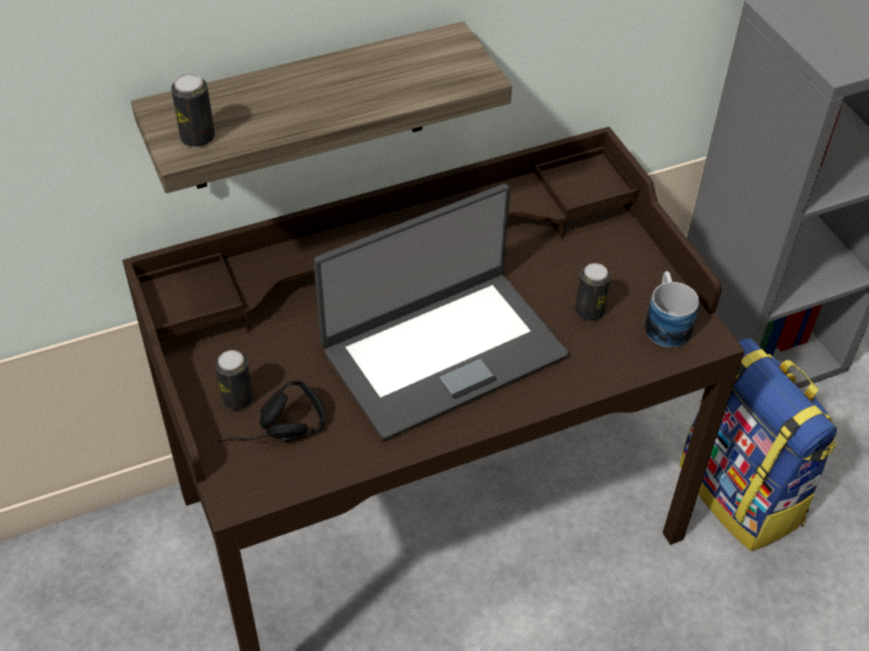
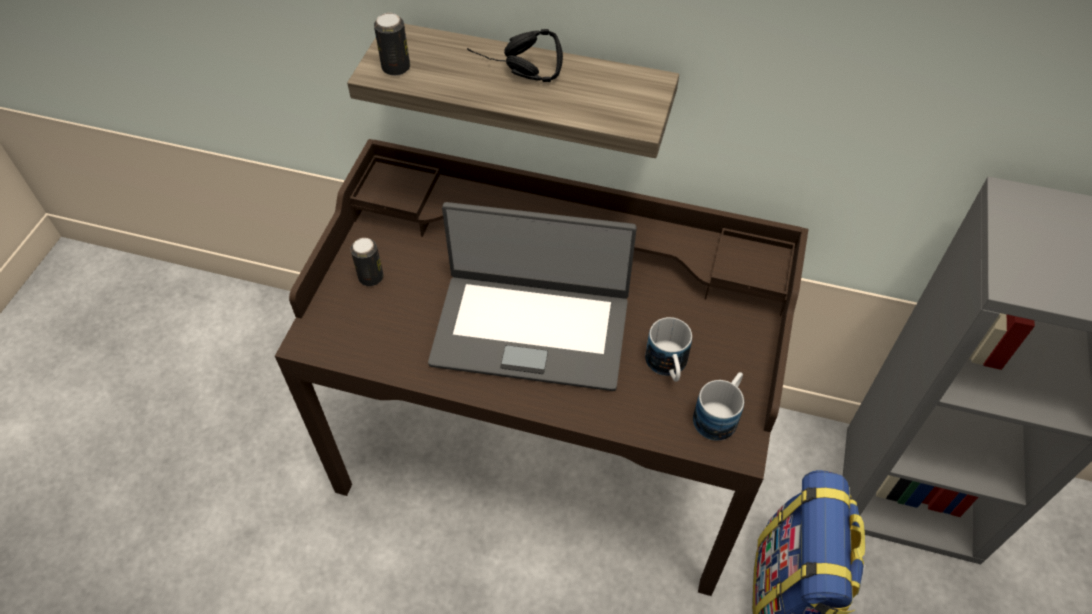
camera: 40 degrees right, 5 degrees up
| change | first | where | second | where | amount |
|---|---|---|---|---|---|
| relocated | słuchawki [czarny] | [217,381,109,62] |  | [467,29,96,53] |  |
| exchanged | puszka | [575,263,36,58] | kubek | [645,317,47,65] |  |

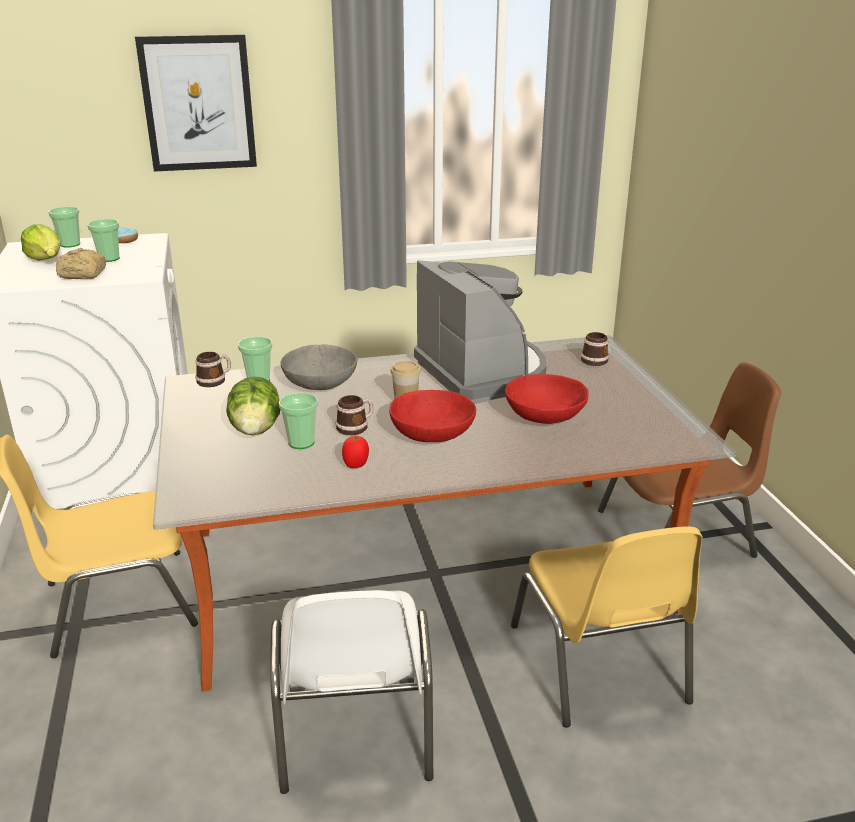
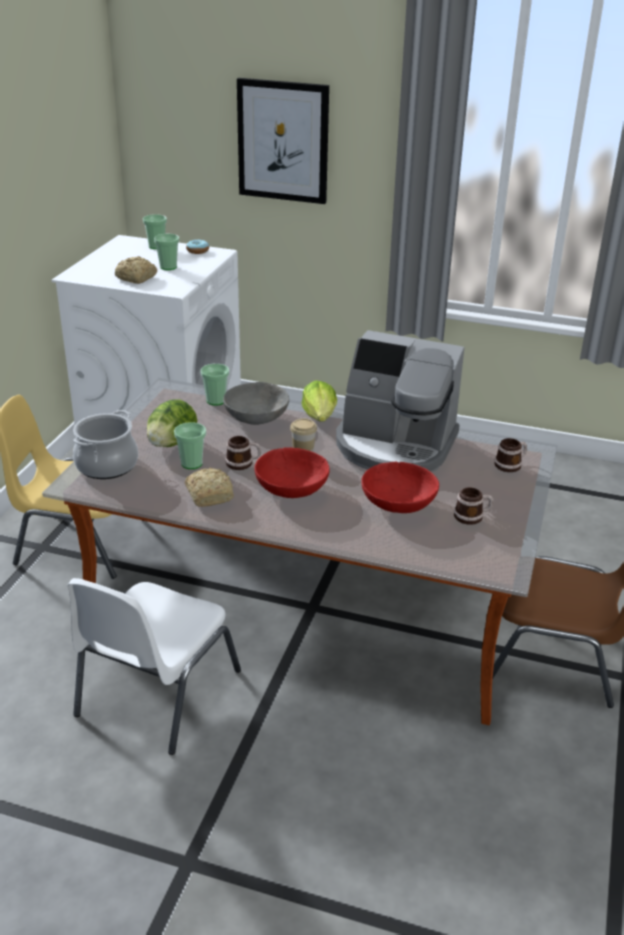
camera: 30 degrees right, 5 degrees up
| change | first | where | second | where | amount |
|---|---|---|---|---|---|
| relocated | sałata | [21,224,40,37] |  | [302,380,35,41] |  |
| relocated | kubek | [195,352,36,35] |  | [454,487,39,38] |  |
| exchanged | pomidor | [342,436,27,32] | chleb | [185,468,49,39] |  |
| spun | ekspres do kawy | [414,260,132,144] |  | [336,330,129,142] | 105 degrees clockwise |
| missing | krzesło [żółty] | [511,526,192,202] |  |  |  |
| appeared |  |  | garnek | [73,410,65,69] |  |

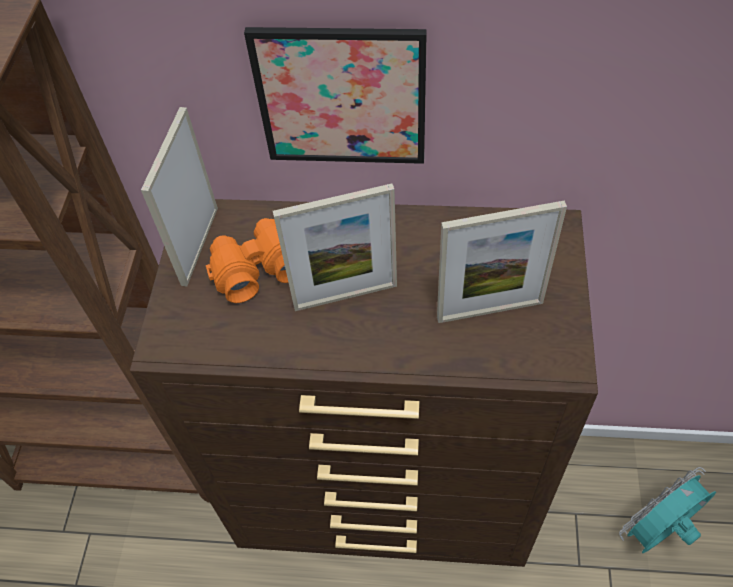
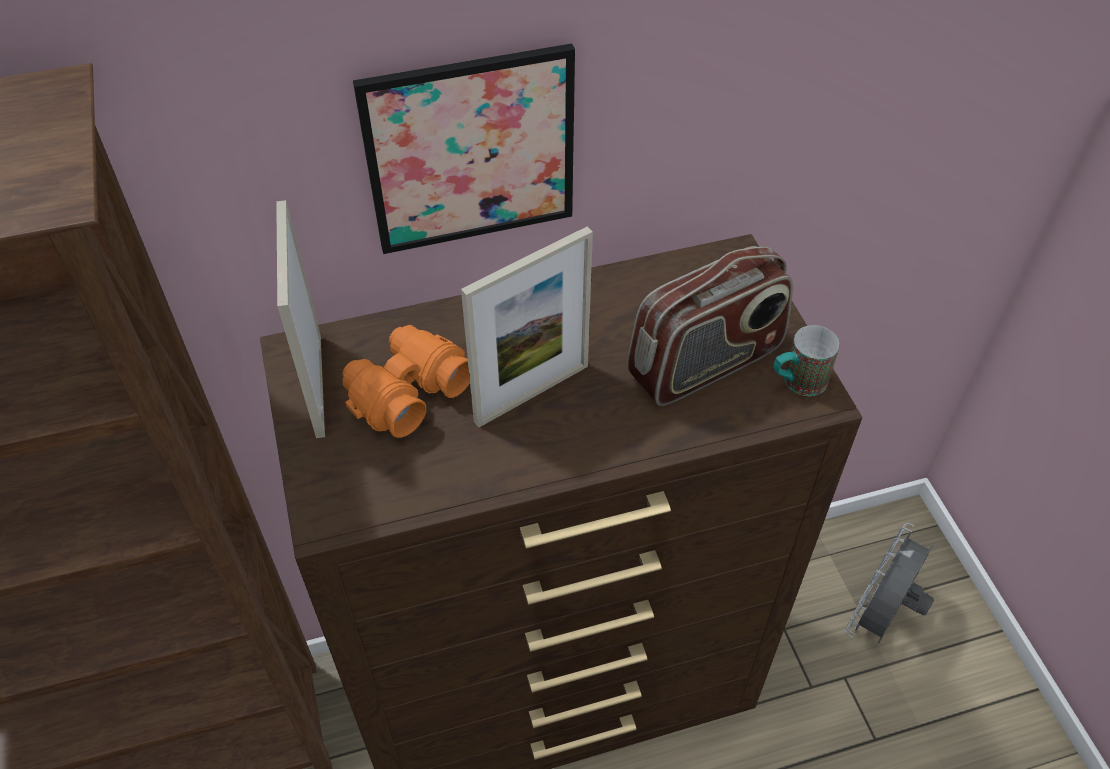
camera: 25 degrees left, 5 degrees down
| change | first | where | second | where | amount |
|---|---|---|---|---|---|
| exchanged | ramka na zdjęcie | [437,200,130,123] | radio | [627,246,166,160] |  |
| colour | wentylator [turkusowy] | [619,467,97,86] | wentylator [szary] | [845,523,89,121] |  |
| appeared |  |  | kubek | [774,325,66,71] |  |

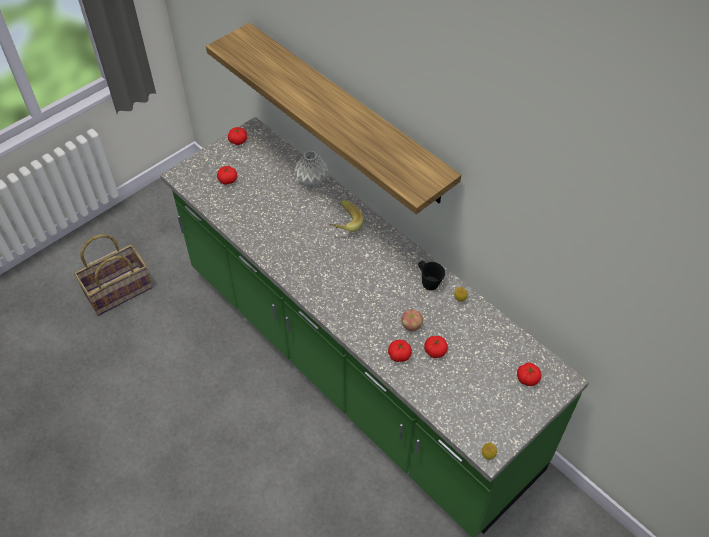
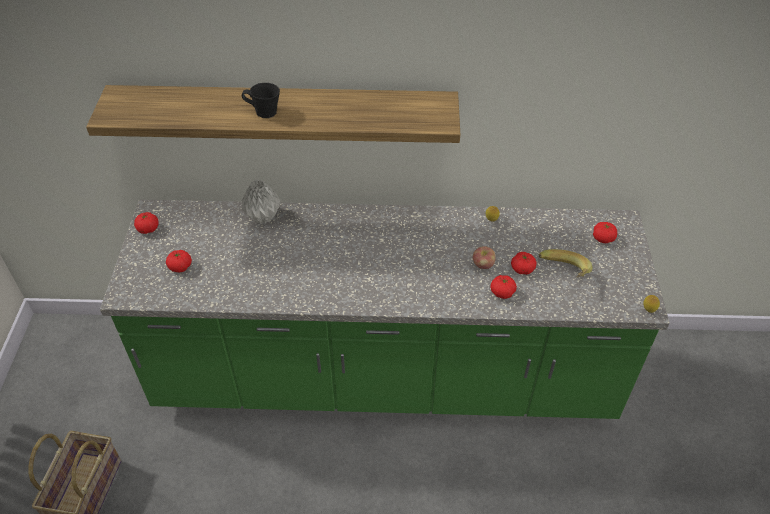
camera: 45 degrees left, 5 degrees down
| change | first | where | second | where | amount |
|---|---|---|---|---|---|
| relocated | banan | [329,201,34,31] |  | [539,249,54,28] |  |
| relocated | kubek [czarny] | [418,261,27,30] |  | [242,83,38,35] |  |

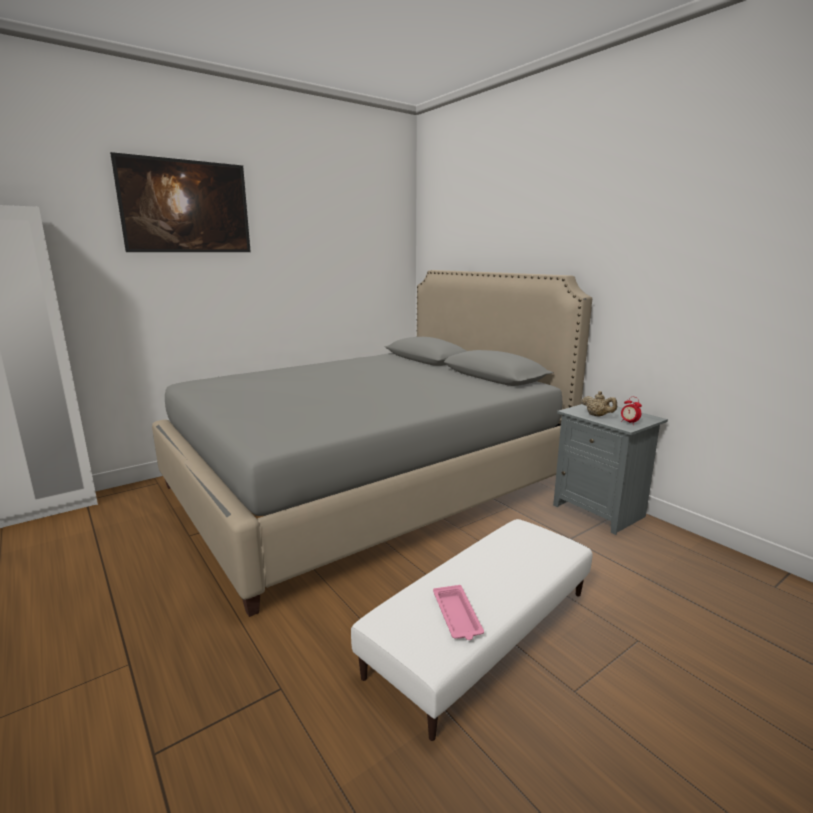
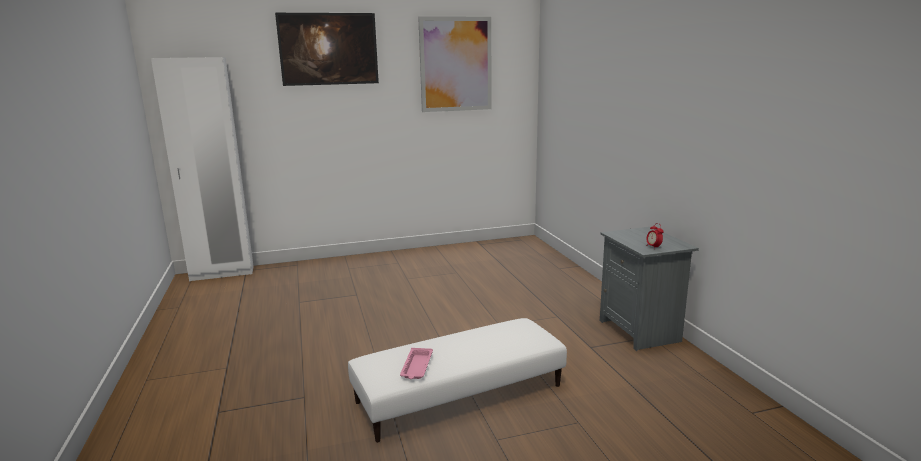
camera: 20 degrees right, 0 degrees up
| change | first | where | second | where | amount |
|---|---|---|---|---|---|
| missing | łóżko [szary] | [152,270,440,347] |  |  |  |
| missing | imbryk [beżowy] | [582,391,35,26] |  |  |  |
| appeared |  |  | obraz | [418,16,73,96] |  |

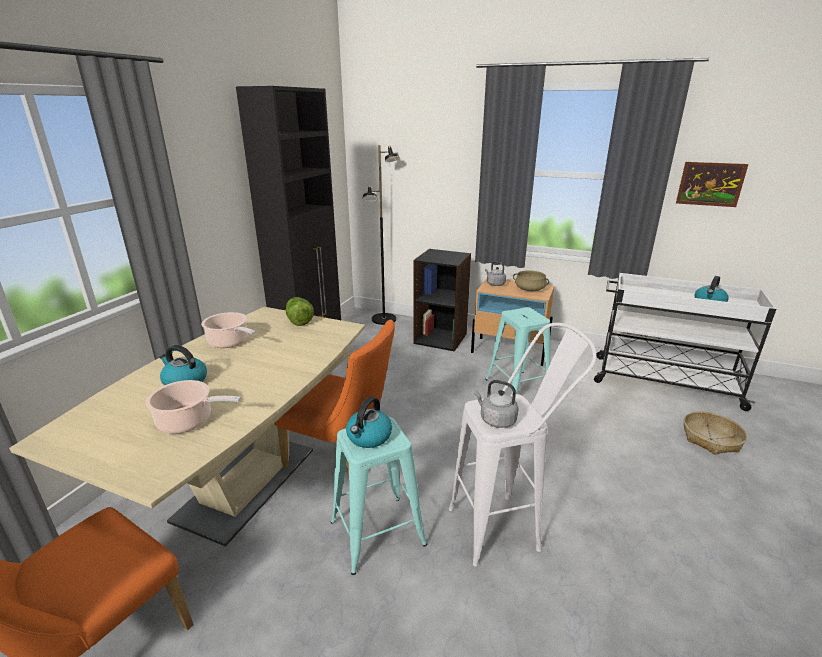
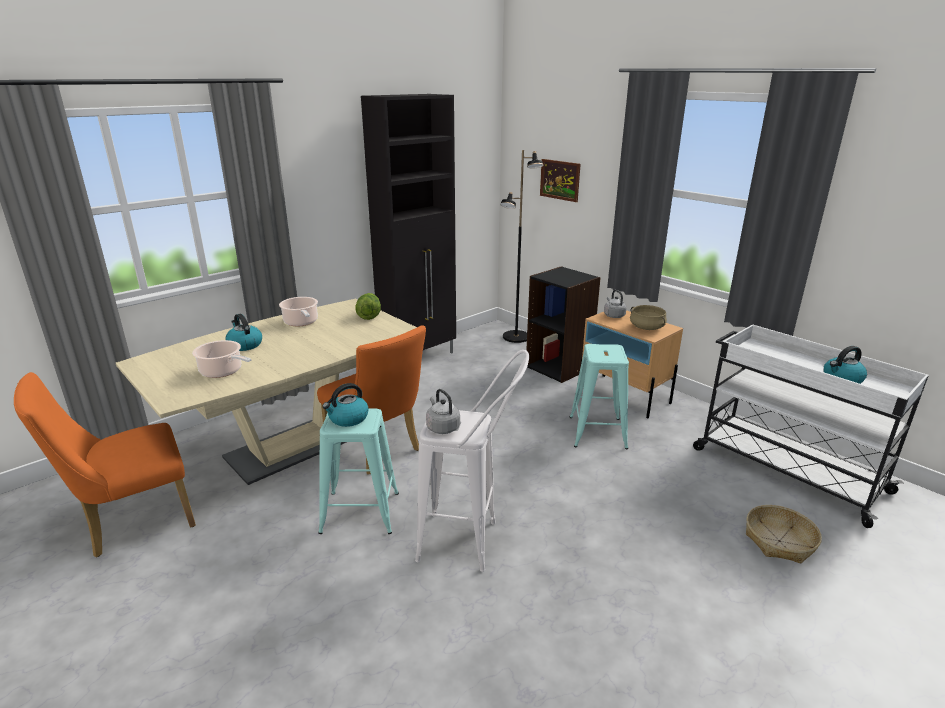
camera: 25 degrees right, 0 degrees up
| change | first | where | second | where | amount |
|---|---|---|---|---|---|
| relocated | obraz | [676,162,72,45] |  | [540,159,41,43] |  |

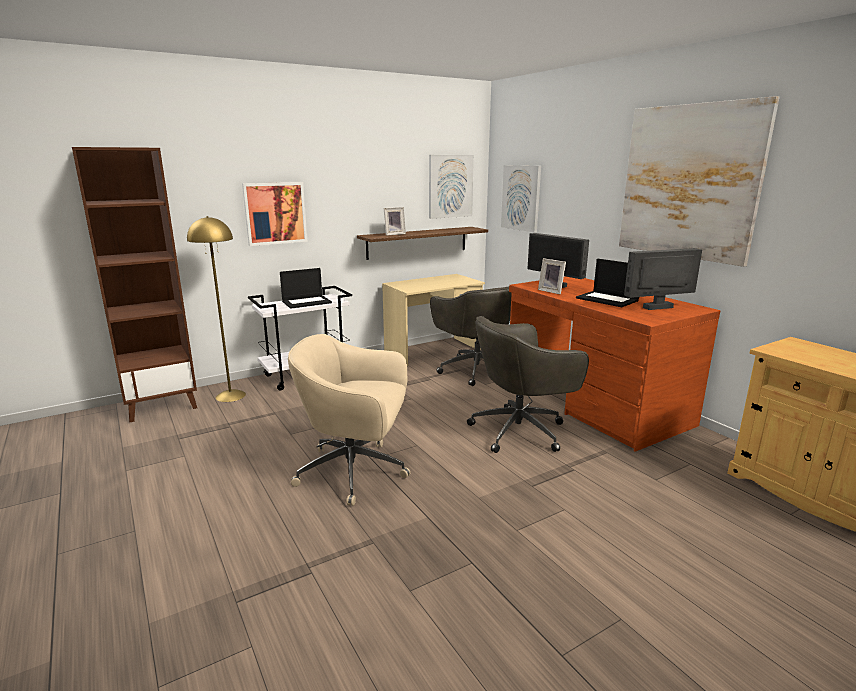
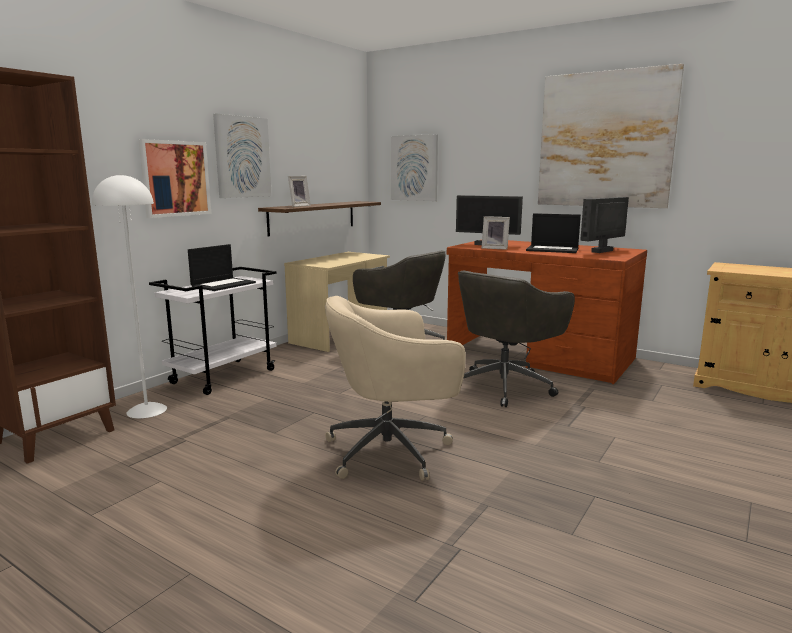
camera: 25 degrees left, 5 degrees down
| change | first | where | second | where | amount |
|---|---|---|---|---|---|
| colour | lampa stojąca [żółty] | [187,216,59,186] | lampa stojąca [biały] | [92,174,75,245] |  |
| relocated | obraz | [429,155,45,64] |  | [213,113,59,85] |  |

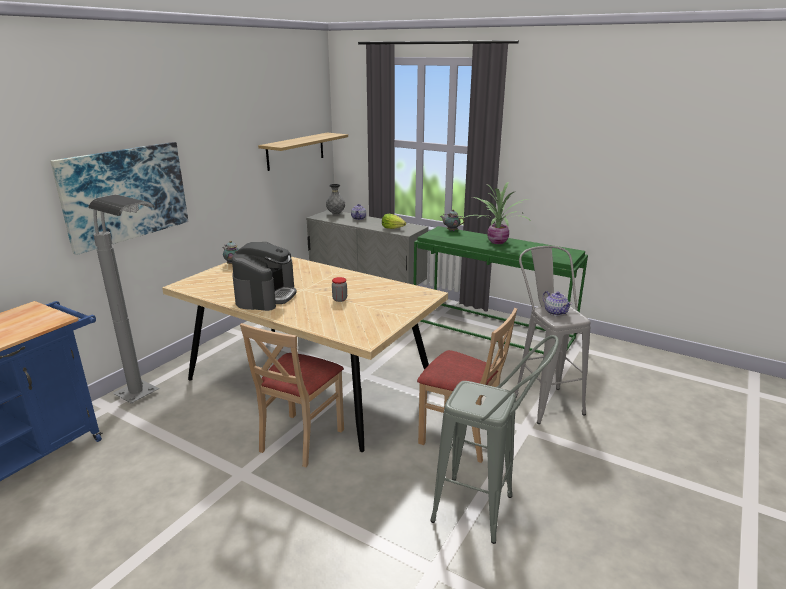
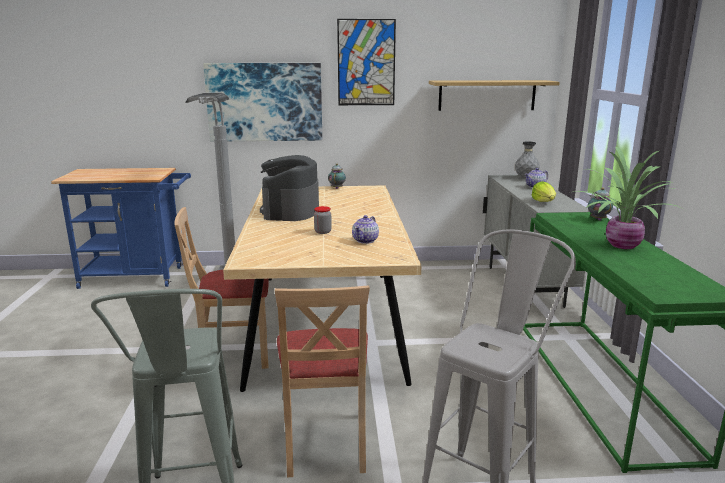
camera: 55 degrees right, 5 degrees down
| change | first | where | second | where | amount |
|---|---|---|---|---|---|
| spun | ekspres do kawy | [232,242,65,69] |  | [260,155,59,66] | 120 degrees clockwise |
| relocated | imbryk | [543,291,29,25] |  | [352,215,27,29] |  |
| appeared |  |  | obraz | [337,19,59,86] |  |

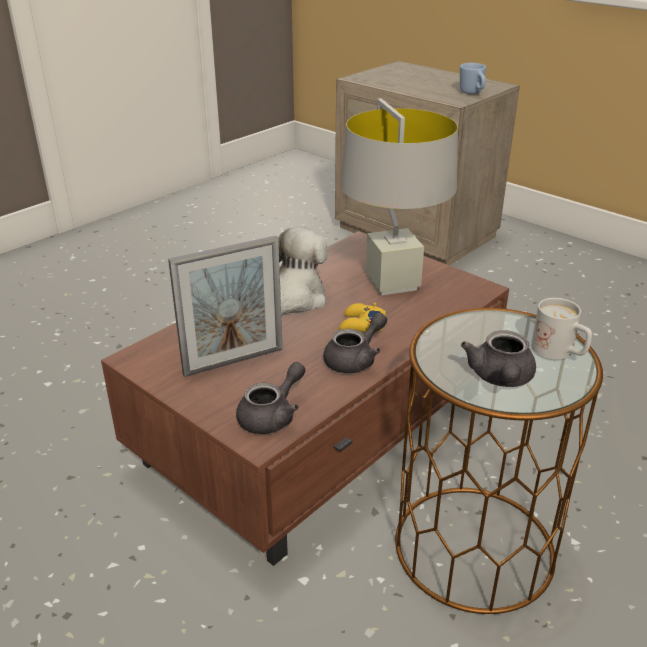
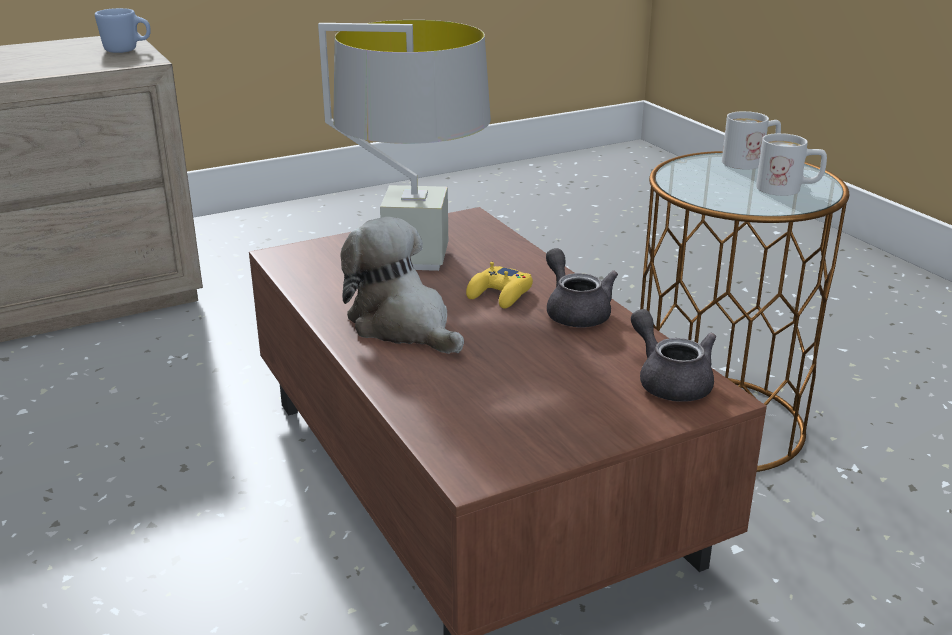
camera: 70 degrees left, 5 degrees down
| change | first | where | second | where | amount |
|---|---|---|---|---|---|
| missing | ramka na zdjęcie | [168,236,114,141] |  |  |  |
| exchanged | imbryk [szary] | [461,331,75,56] | kubek [biały] | [756,133,71,63] |  |

